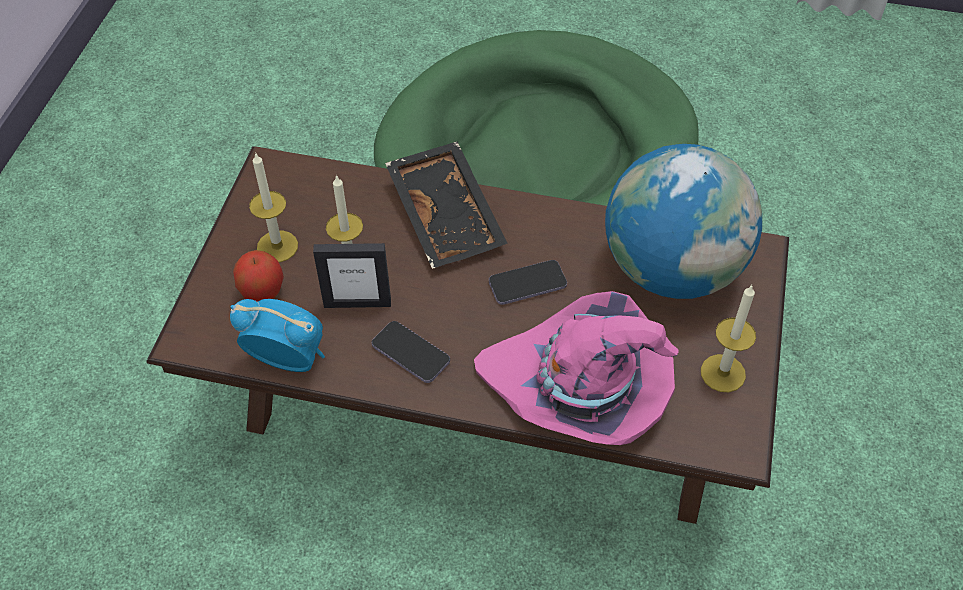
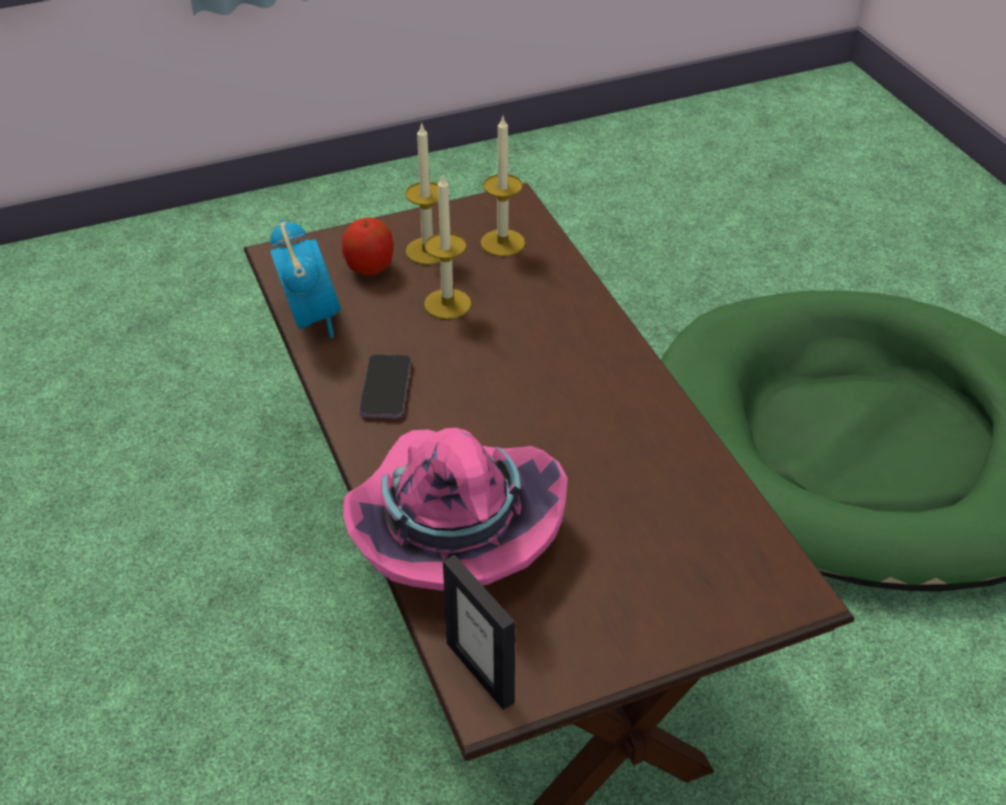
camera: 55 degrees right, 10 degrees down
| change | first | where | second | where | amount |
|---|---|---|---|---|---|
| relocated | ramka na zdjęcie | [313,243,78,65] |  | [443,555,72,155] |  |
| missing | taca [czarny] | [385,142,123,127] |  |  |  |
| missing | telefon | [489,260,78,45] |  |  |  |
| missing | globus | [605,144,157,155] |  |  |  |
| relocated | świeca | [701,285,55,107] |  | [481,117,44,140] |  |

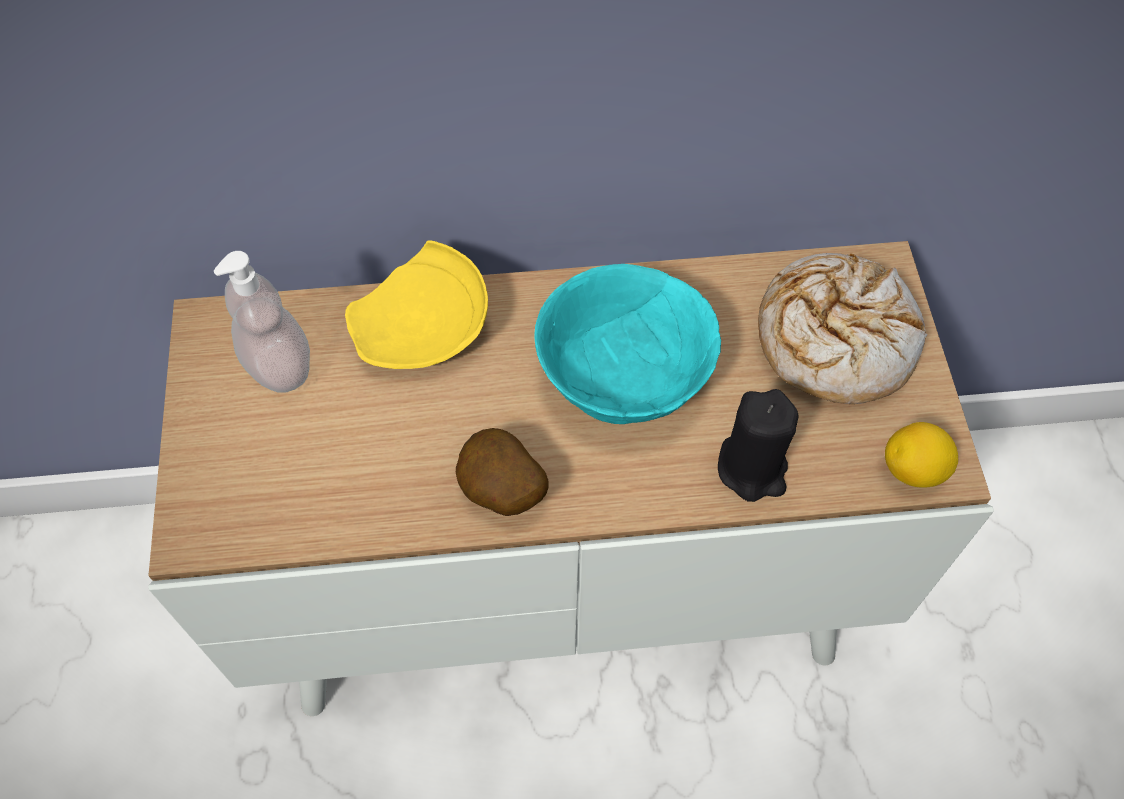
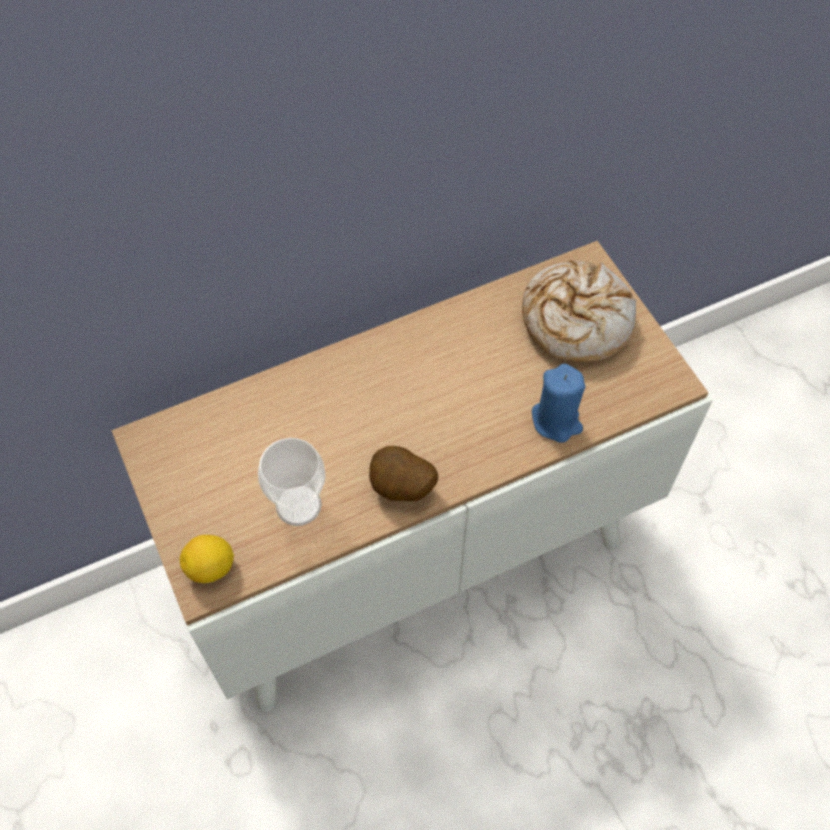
camera: 20 degrees left, 0 degrees up
| change | first | where | second | where | amount |
|---|---|---|---|---|---|
| missing | dozownik mydła | [214,251,96,142] |  |  |  |
| missing | talerz [żółty] | [345,240,143,129] |  |  |  |
| missing | miska [turkusowy] | [534,264,187,160] |  |  |  |
| colour | świeca [czarny] | [718,389,81,113] | świeca [niebieski] | [532,364,53,79] |  |
| relocated | cytryna | [885,422,73,66] |  | [180,535,54,48] |  |
| appeared |  |  | filiżanka | [258,438,68,88] |  |

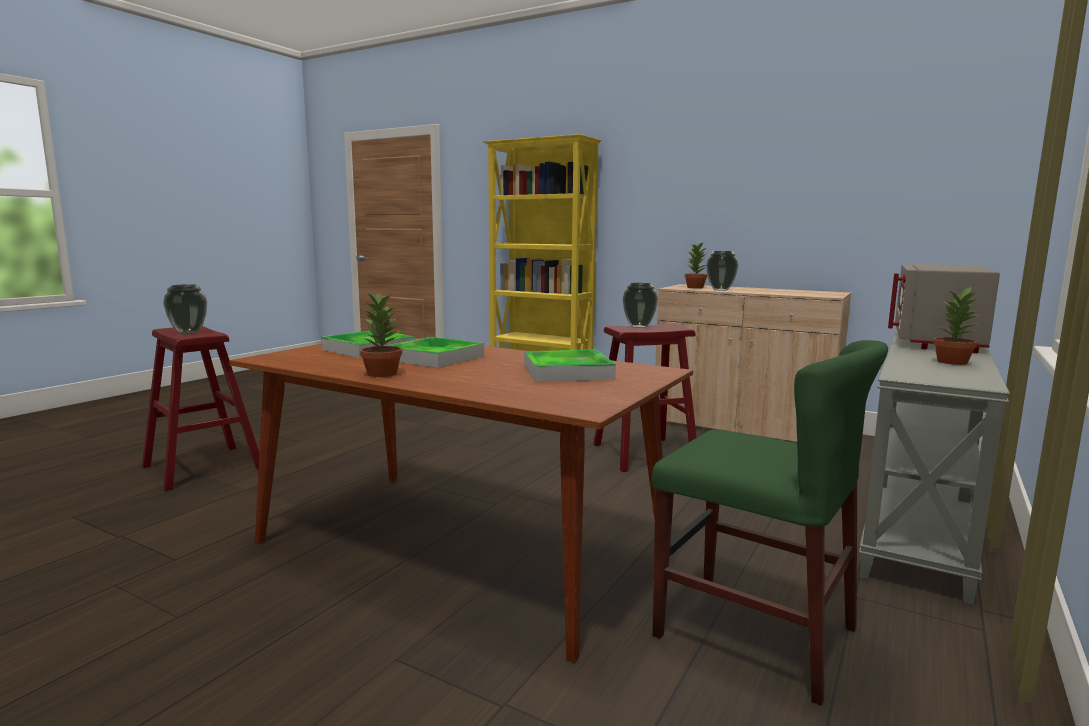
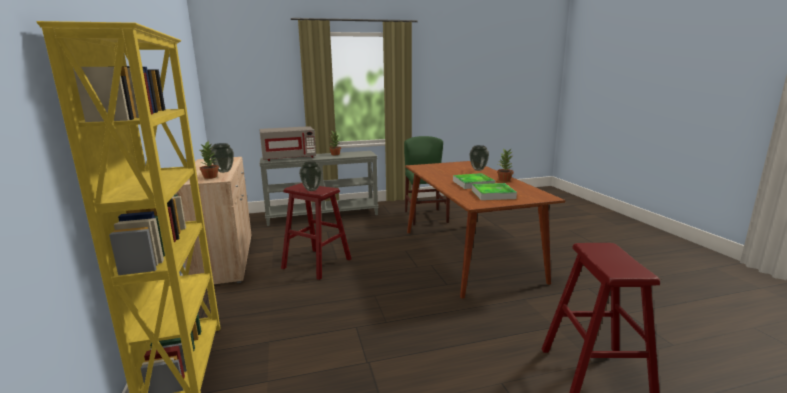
camera: 135 degrees left, 5 degrees up
| change | first | where | second | where | amount |
|---|---|---|---|---|---|
| relocated | wazon | [163,284,44,50] |  | [469,145,20,26] |  |
| missing | taca | [524,350,92,32] |  |  |  |

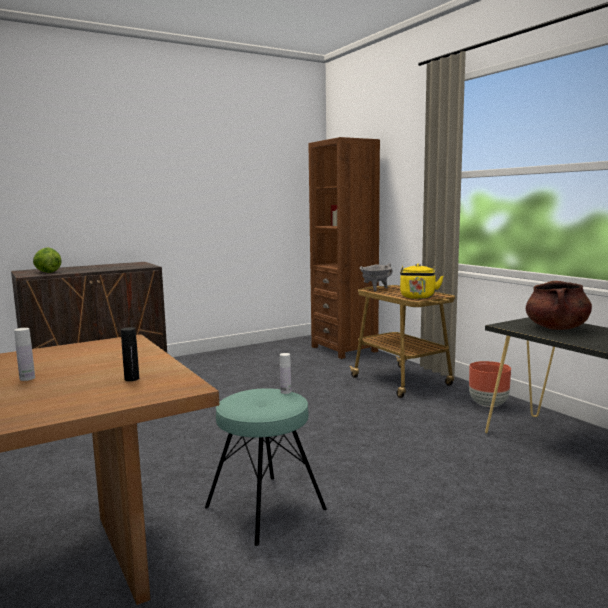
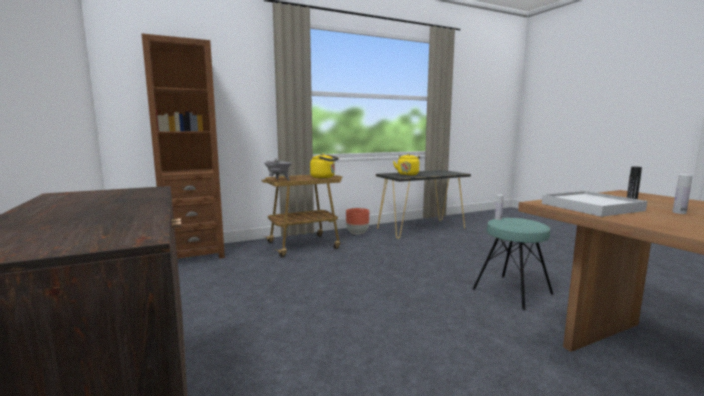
camera: 85 degrees left, 0 degrees up
| change | first | where | second | where | amount |
|---|---|---|---|---|---|
| missing | sałata | [33,247,29,26] |  |  |  |
| exchanged | garnek [brązowy] | [526,281,66,49] | czajnik [żółty] | [393,154,27,22] |  |
| appeared |  |  | taca [biały] | [542,191,105,26] |  |

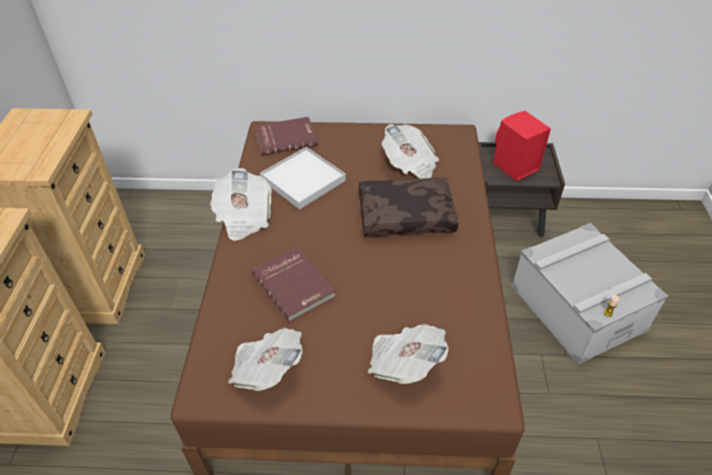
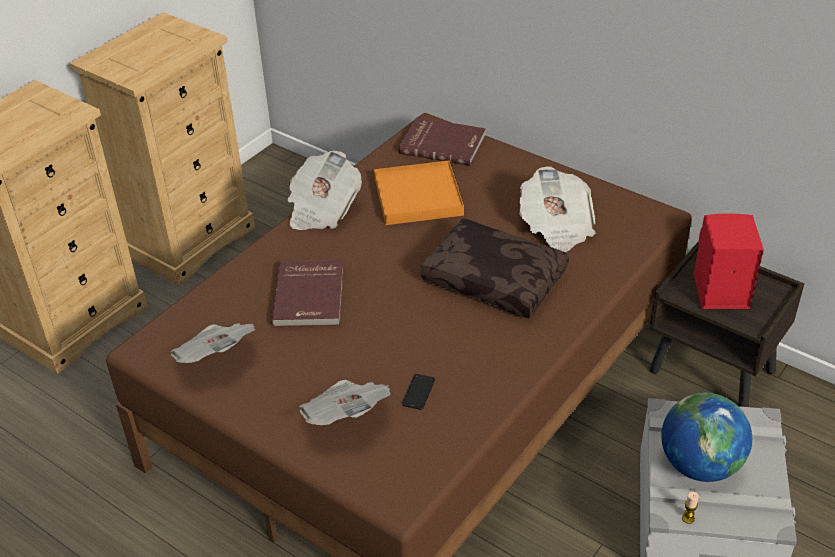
camera: 35 degrees right, 5 degrees down
| change | first | where | second | where | amount |
|---|---|---|---|---|---|
| colour | taca [biały] | [260,147,86,63] | taca [pomarańczowy] | [374,161,90,64] |  |
| appeared |  |  | telefon | [402,374,33,36] |  |
| appeared |  |  | globus | [661,393,91,89] |  |

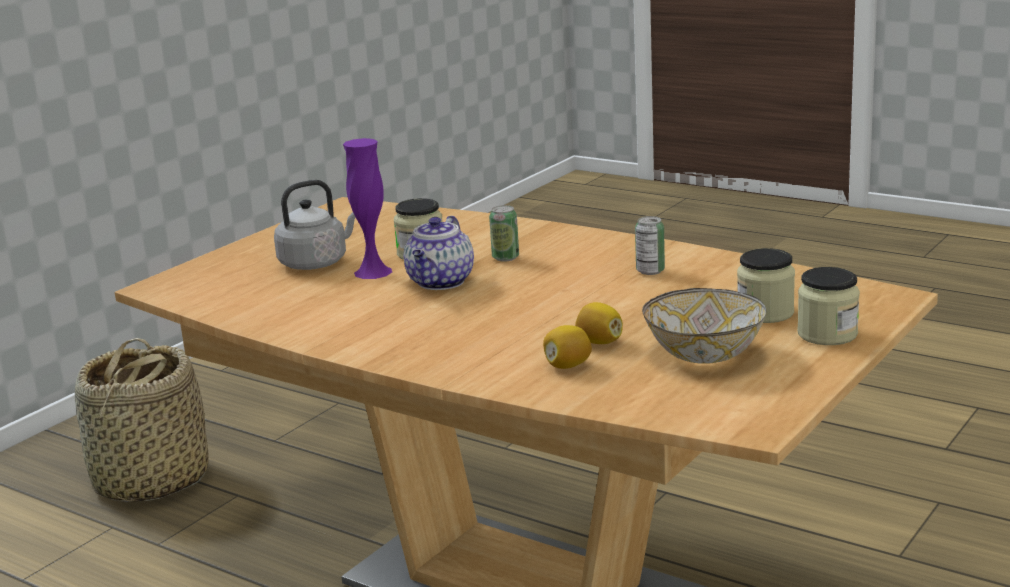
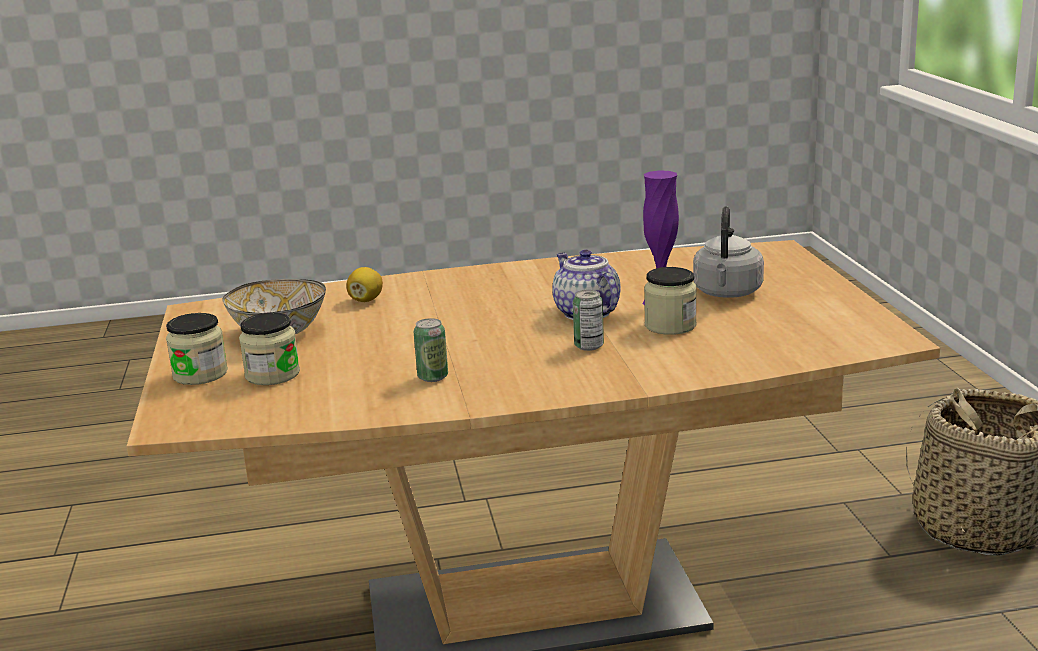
camera: 135 degrees right, 0 degrees up
| change | first | where | second | where | amount |
|---|---|---|---|---|---|
| missing | cytryna | [575,302,48,42] |  |  |  |

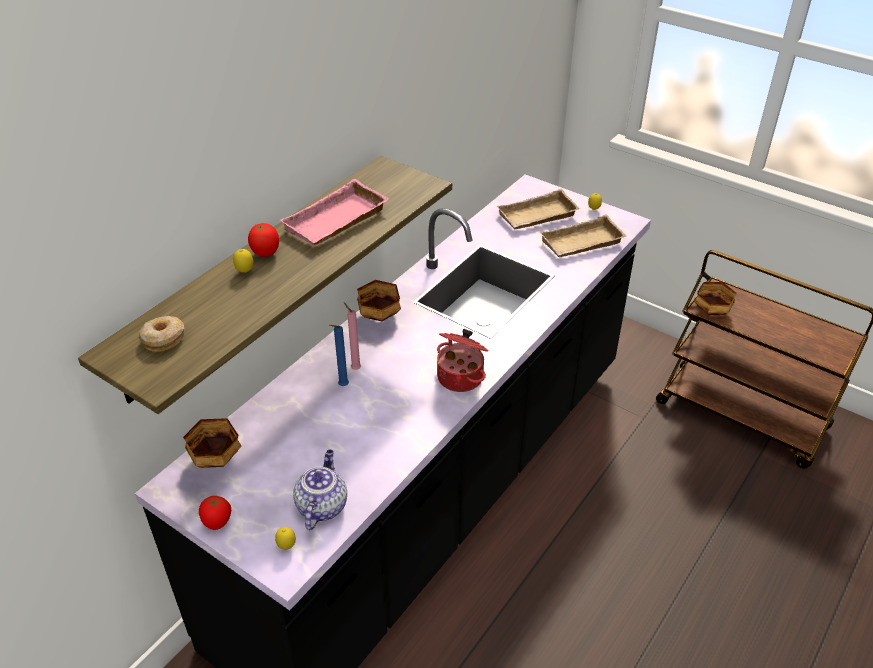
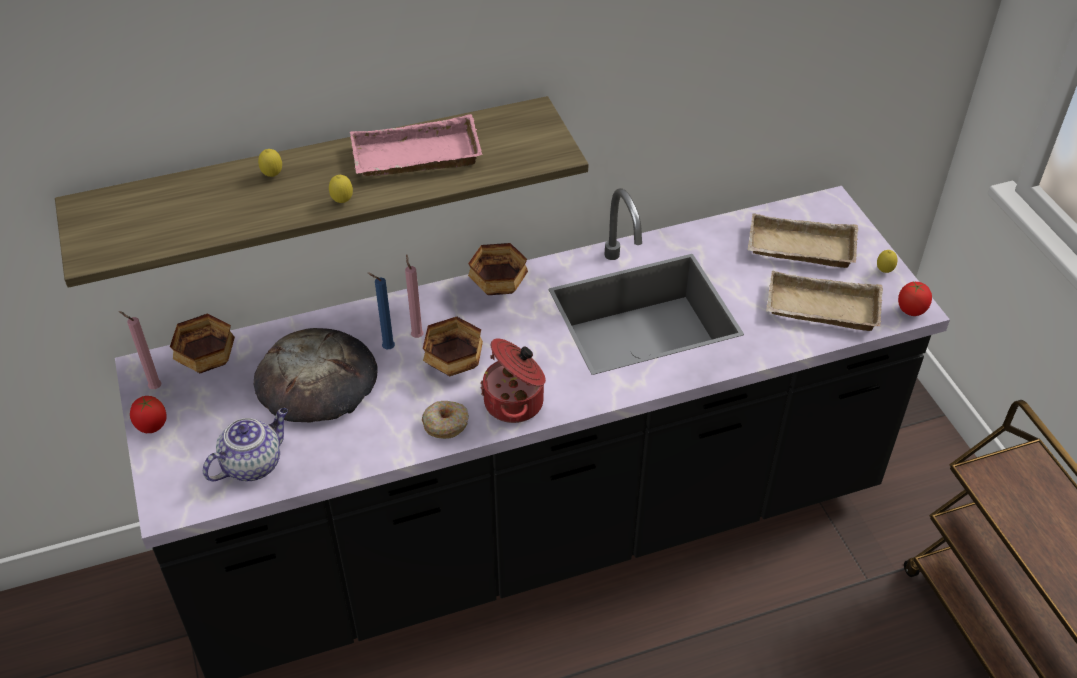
camera: 35 degrees right, 5 degrees up
| change | first | where | second | where | amount |
|---|---|---|---|---|---|
| relocated | donut | [139,316,45,36] |  | [422,401,47,38] |  |
| relocated | pomidor | [248,223,31,34] |  | [898,281,34,35] |  |
| relocated | cytryna | [275,527,21,23] |  | [329,175,24,28] |  |
| relocated | miska | [695,282,41,33] |  | [423,317,60,59] |  |
| appeared |  |  | świeca [różowy] | [119,311,43,78] |  |
| appeared |  |  | chleb | [254,328,124,94] |  |

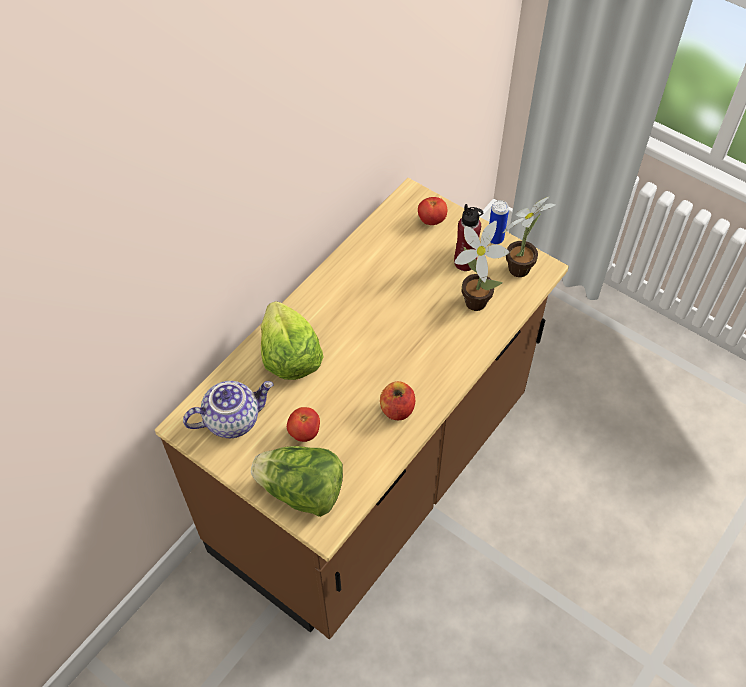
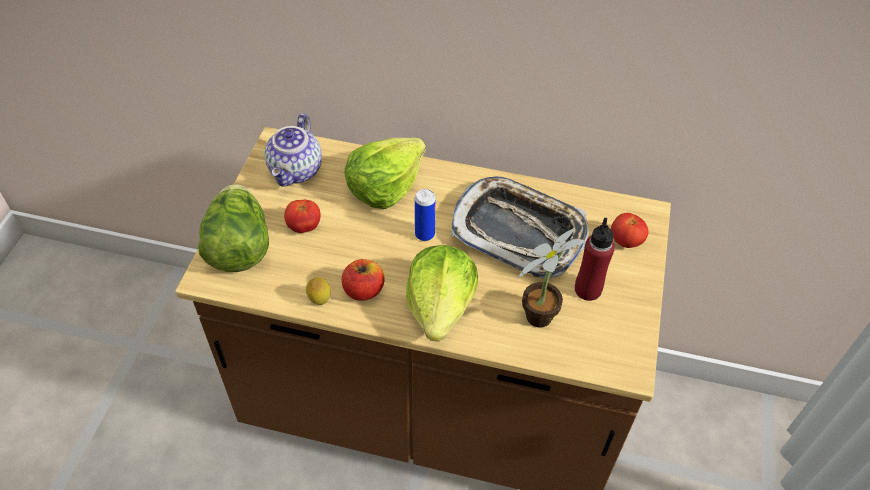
camera: 65 degrees right, 5 degrees down
| change | first | where | second | where | amount |
|---|---|---|---|---|---|
| spun | imbryk | [183,381,91,57] |  | [265,113,57,74] | 60 degrees clockwise |
| relocated | puszka | [489,200,20,44] |  | [415,189,21,52] |  |
| missing | roślina doniczkowa | [502,196,53,81] |  |  |  |
| appeared |  |  | cytryna | [306,277,25,28] |  |
| appeared |  |  | sałata | [406,245,72,96] |  |
| appeared |  |  | taca | [451,176,138,103] |  |

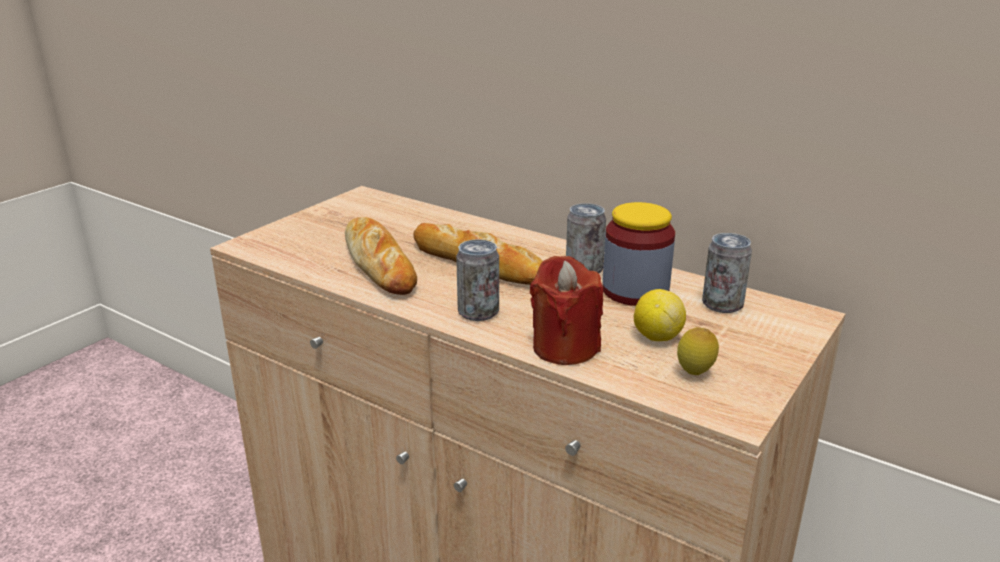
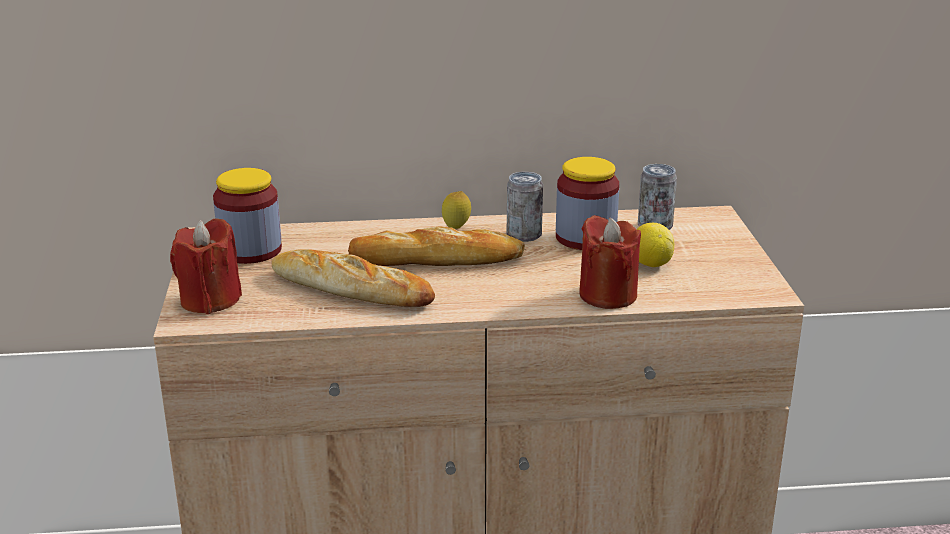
camera: 40 degrees left, 0 degrees up
| change | first | where | second | where | amount |
|---|---|---|---|---|---|
| missing | puszka | [456,239,43,82] |  |  |  |
| relocated | cytryna | [677,327,42,48] |  | [442,191,29,38] |  |
| appeared |  |  | świeca [czerwony] | [170,218,72,96] |  |
| appeared |  |  | słoik | [213,168,69,96] |  |

